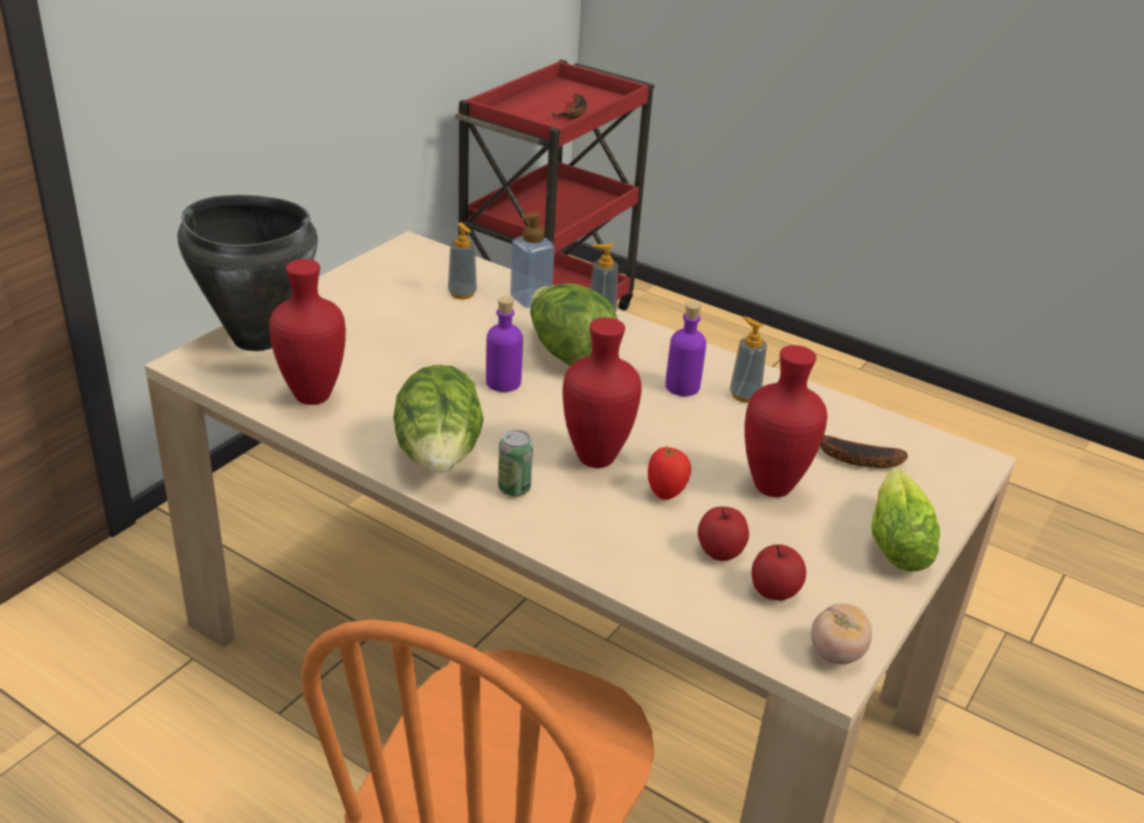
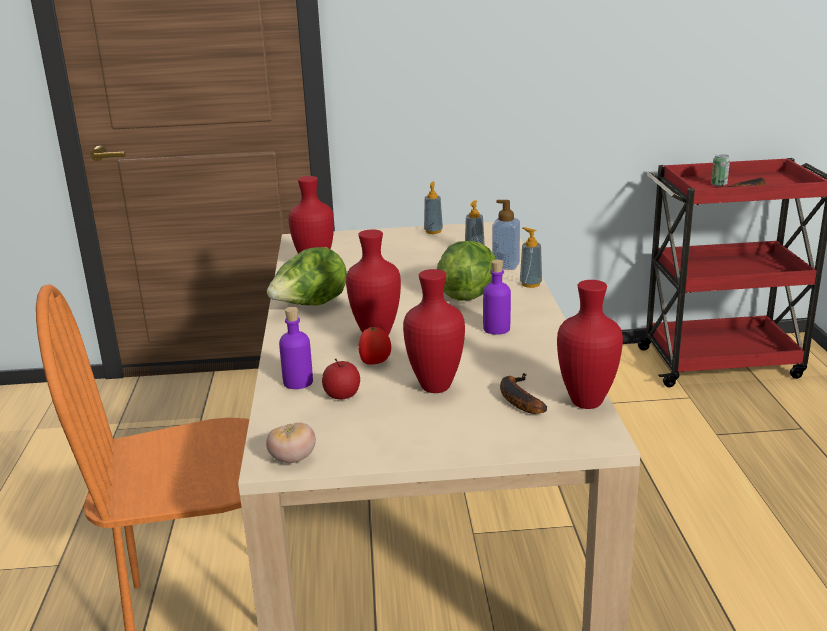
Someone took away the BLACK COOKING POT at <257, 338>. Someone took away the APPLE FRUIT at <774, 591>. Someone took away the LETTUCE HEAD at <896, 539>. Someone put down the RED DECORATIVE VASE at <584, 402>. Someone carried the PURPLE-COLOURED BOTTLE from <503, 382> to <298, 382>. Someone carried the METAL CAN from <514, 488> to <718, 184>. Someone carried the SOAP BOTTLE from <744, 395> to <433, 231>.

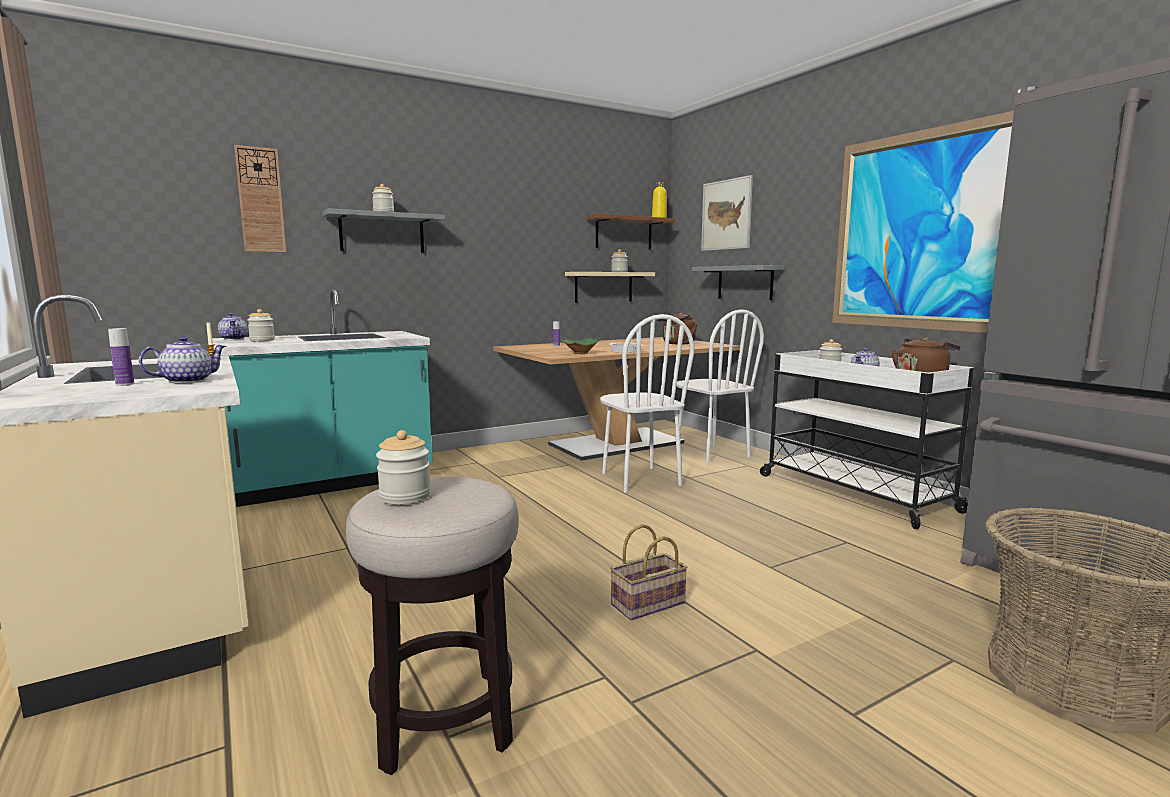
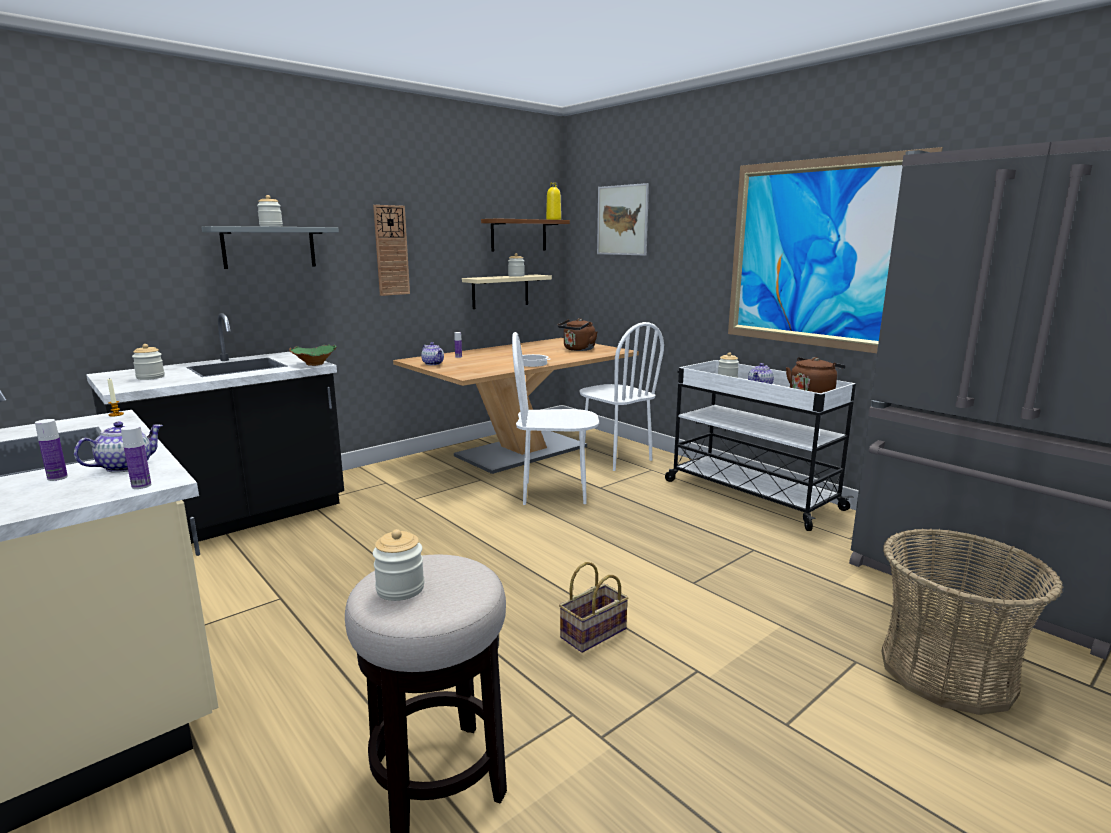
Someone took away the GREYISH SHELF at <745, 282>. Someone put down the BOTTLE at <141, 486>. Someone carried the TEA POT from <234, 338> to <433, 364>. Someone carried the WALL CLOCK from <260, 200> to <391, 250>. Someone carried the GREEN-COLOURED DEEP DISH from <580, 353> to <314, 364>. Someone repainted the TURQUOISE-COLOURED COUNTER at <332, 482>, which became the BLACK COUNTER at <237, 518>. Someone rotated the WHITE-COLOURED CHAIR at <640, 479> by 120 degrees clockwise.

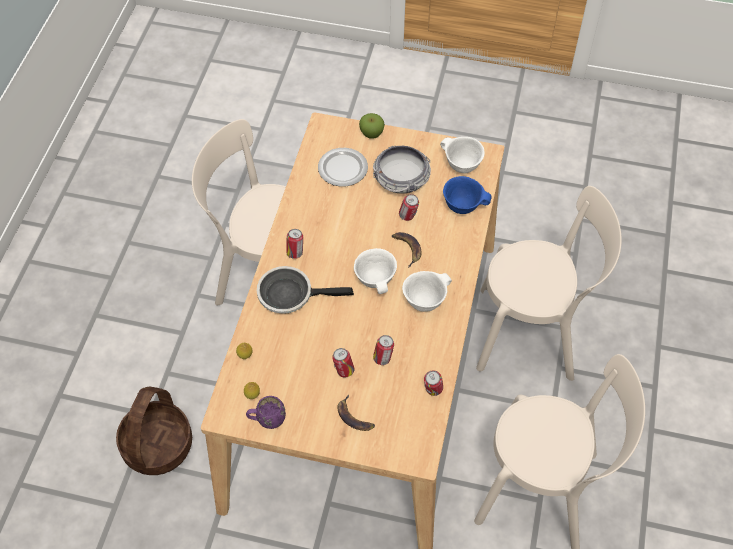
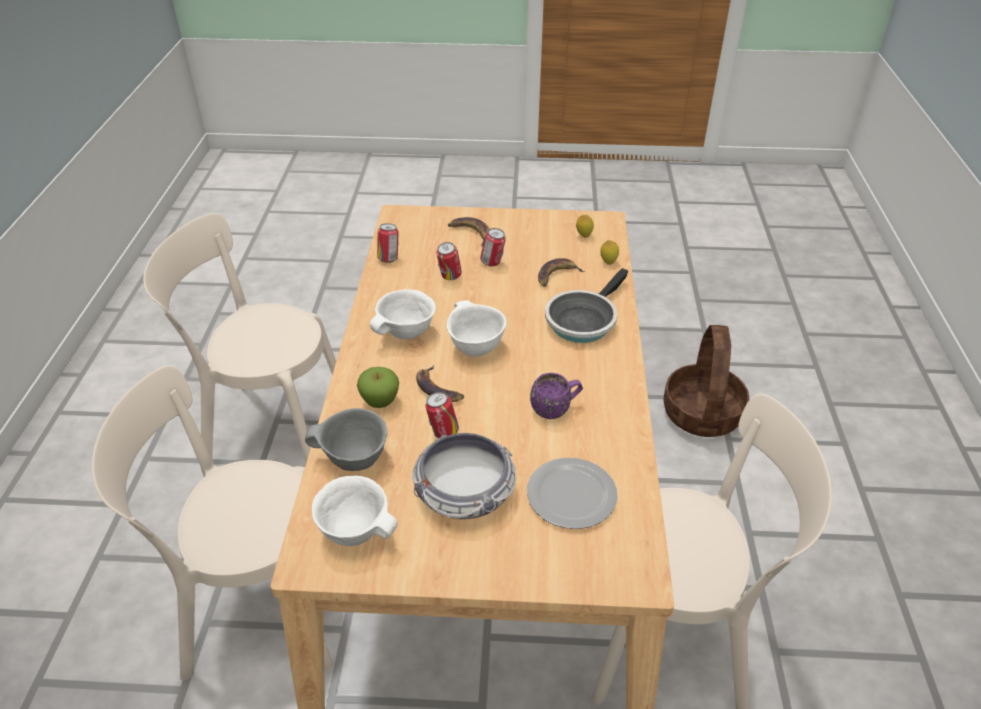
Someone took away the METAL CAN at <295, 253>. Someone put down the WHOLE BANANA at <556, 276>. Someone carried the PURPLE-COLOURED COFFEE MUG from <267, 420> to <555, 409>. Someone carried the APPLE FRUIT from <371, 134> to <380, 402>. Someone repainted the BLUISH DEEP DISH at <463, 206>, which became the GREYISH DEEP DISH at <354, 460>. Someone rotated the PAN at <290, 294> by 135 degrees clockwise.

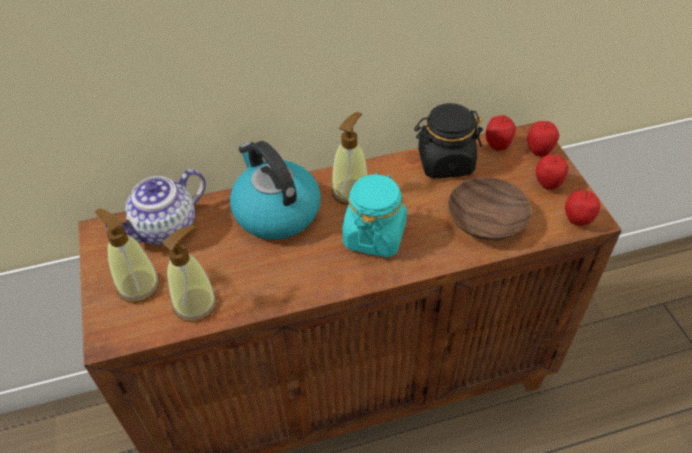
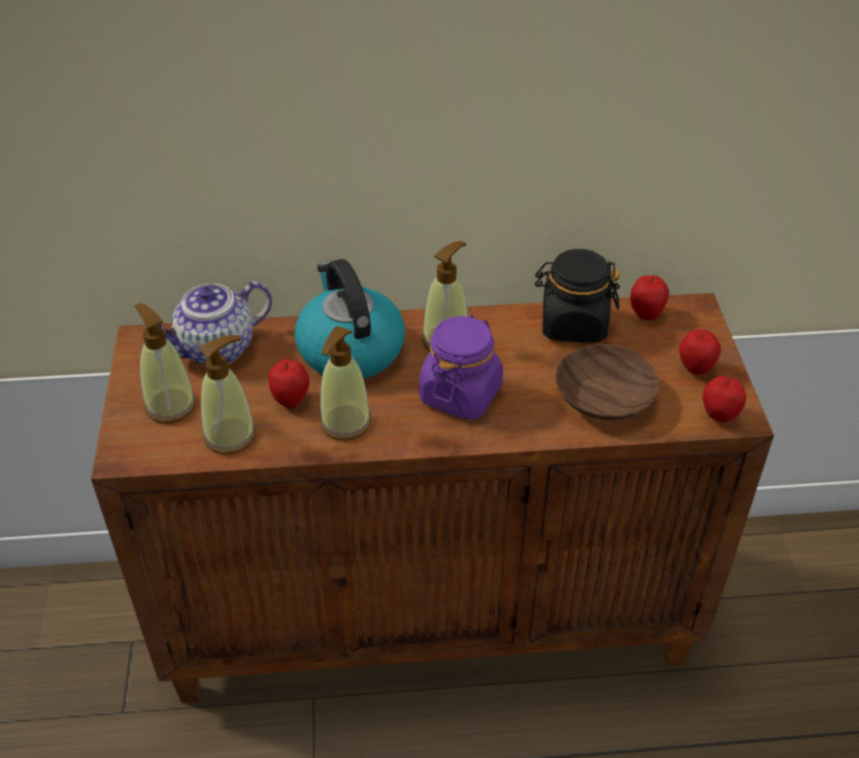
Someone put down the SOAP BOTTLE at <345, 423>. Someone carried the APPLE FRUIT from <539, 151> to <291, 400>. Someone repainted the TURQUOISE-COLOURED STORAGE JAR at <374, 235>, which became the PURPLE-COLOURED STORAGE JAR at <460, 394>.

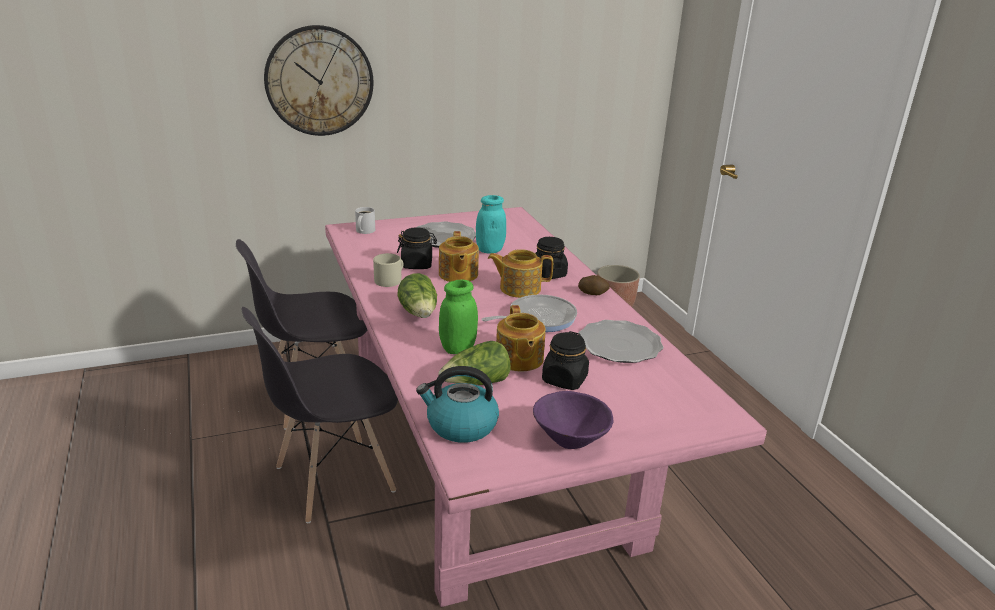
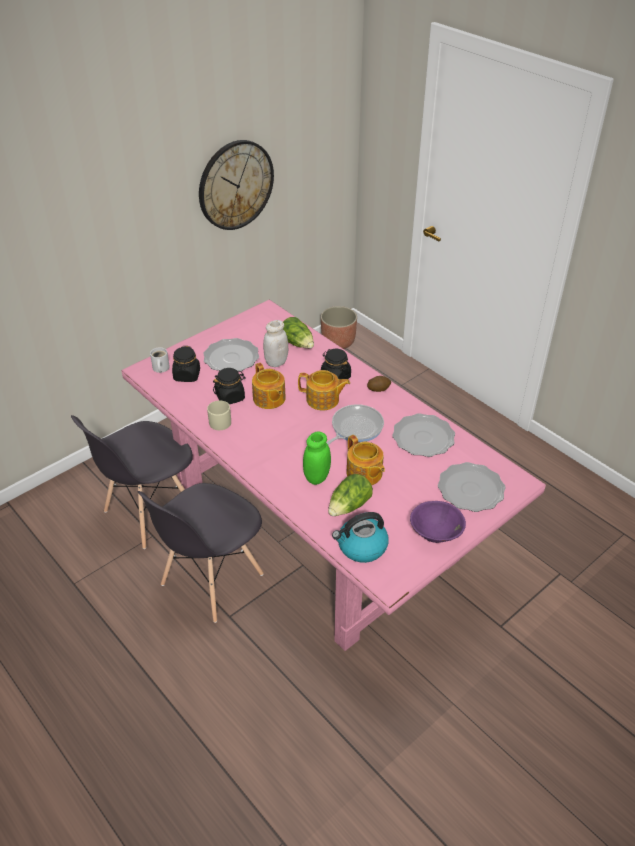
Someone put down the PLATE at <471, 489>. Someone carried the WALL CLOCK from <319, 81> to <235, 185>. Someone carried the LETTUCE HEAD from <419, 313> to <298, 343>. Someone carried the BLACK STORAGE JAR from <564, 380> to <187, 375>. Someone repainted the TURQUOISE-COLOURED STORAGE JAR at <490, 250>, which became the WHITE-COLOURED STORAGE JAR at <276, 362>. Someone rotated the TEA POT at <519, 288> by 150 degrees counterclockwise.

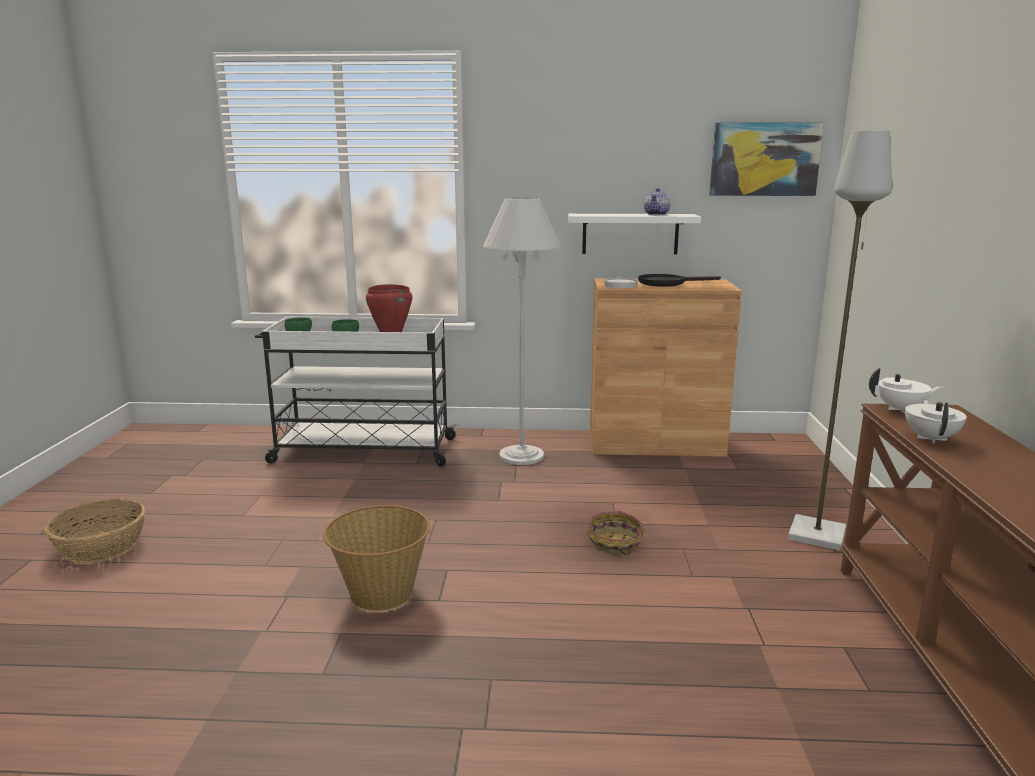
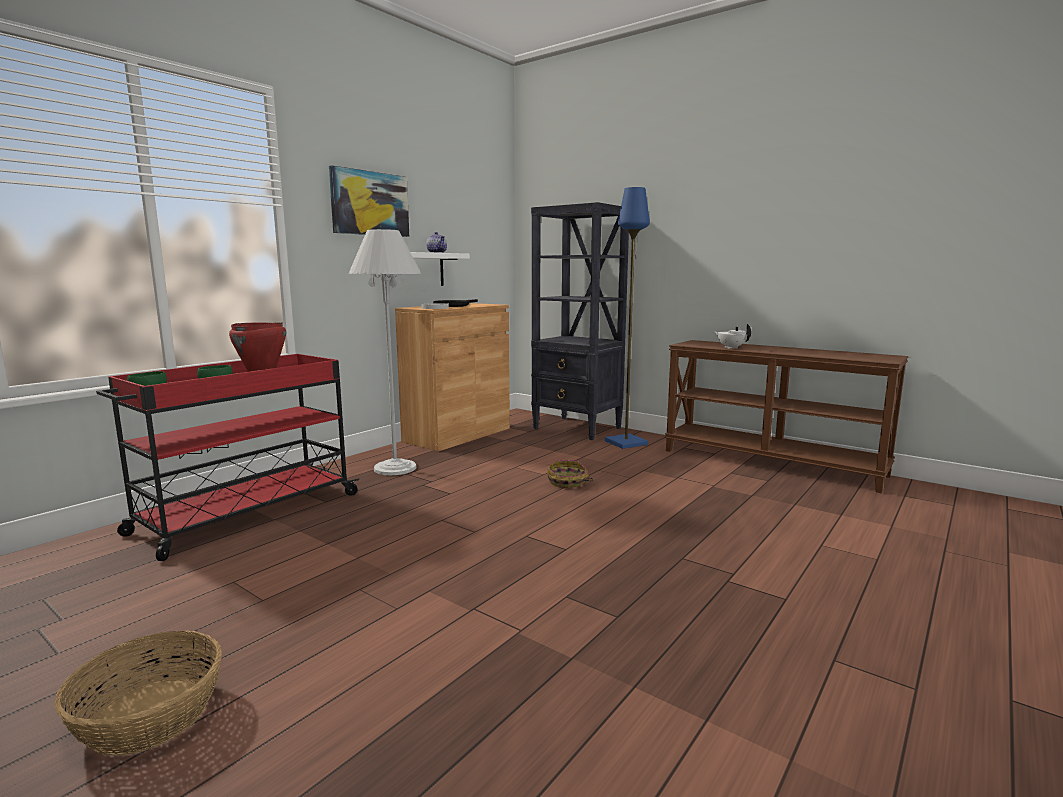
Someone took away the BASKET at <381, 593>. Someone took away the WHITE-COLOURED TEA POT at <901, 409>. Someone put down the BLACK SHELVING UNIT at <577, 428>. Someone carried the WALL ART from <764, 159> to <370, 203>. Someone repainted the WHITE-COLOURED WHEELED CART at <362, 450>, which became the RED WHEELED CART at <245, 514>. Someone repainted the GREYISH FLOOR LAMP at <818, 534>, which became the BLUISH FLOOR LAMP at <626, 442>.

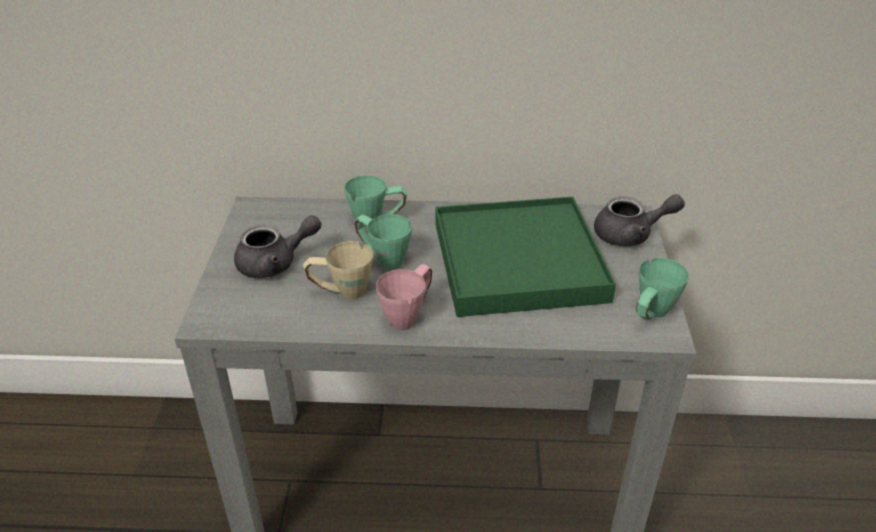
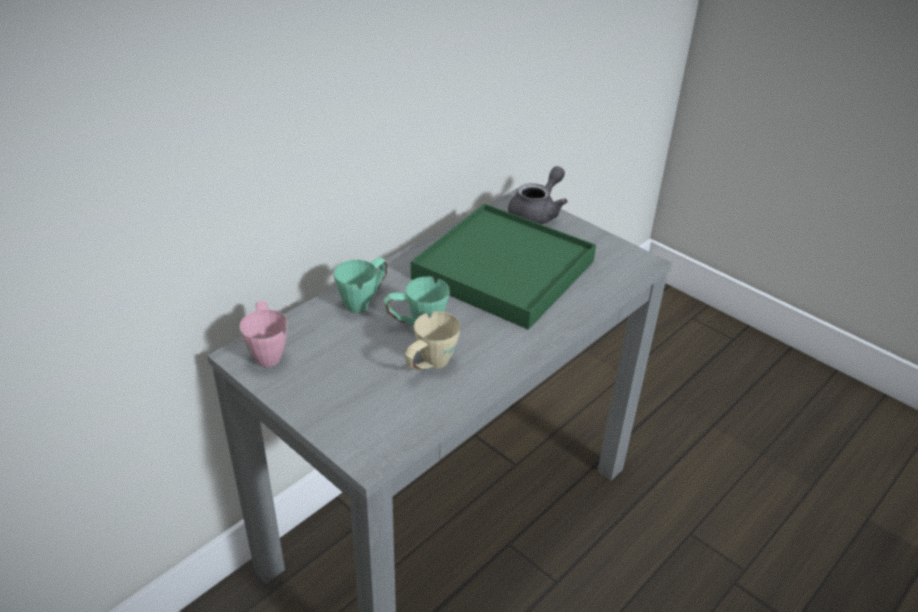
Someone took away the GREYISH TEA POT at <275, 263>. Someone took away the GREEN-COLOURED COFFEE MUG at <650, 315>. Someone carried the PINKISH COFFEE MUG from <409, 315> to <267, 352>.

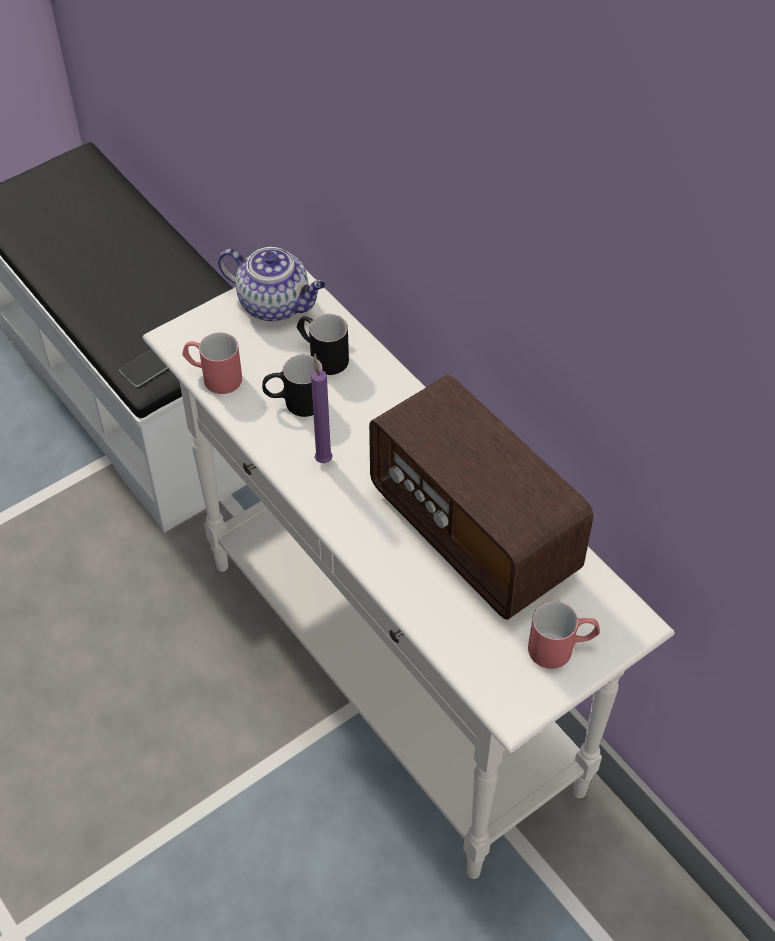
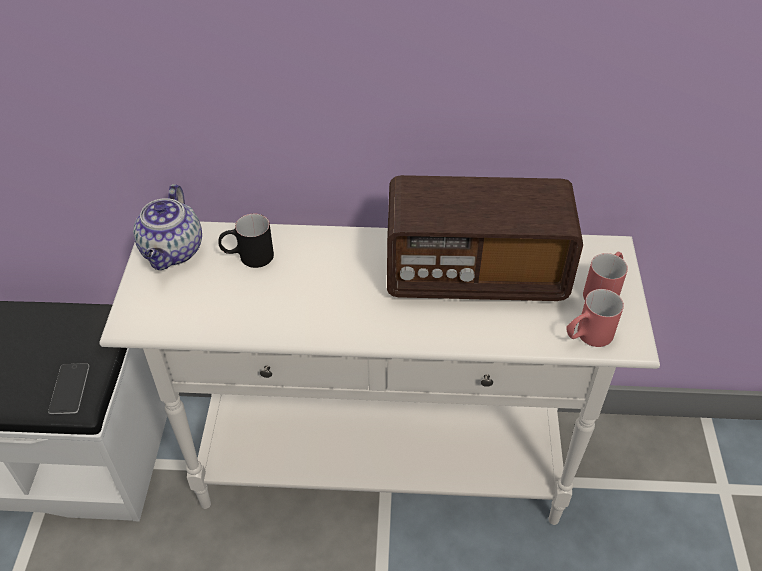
Someone took away the BLACK COFFEE MUG at <294, 402>. Someone took away the PURPLE-COLOURED WAX CANDLE at <323, 458>. Someone carried the RED COFFEE MUG from <213, 377> to <587, 336>. Someone rotated the TEA POT at <276, 304> by 120 degrees clockwise.

